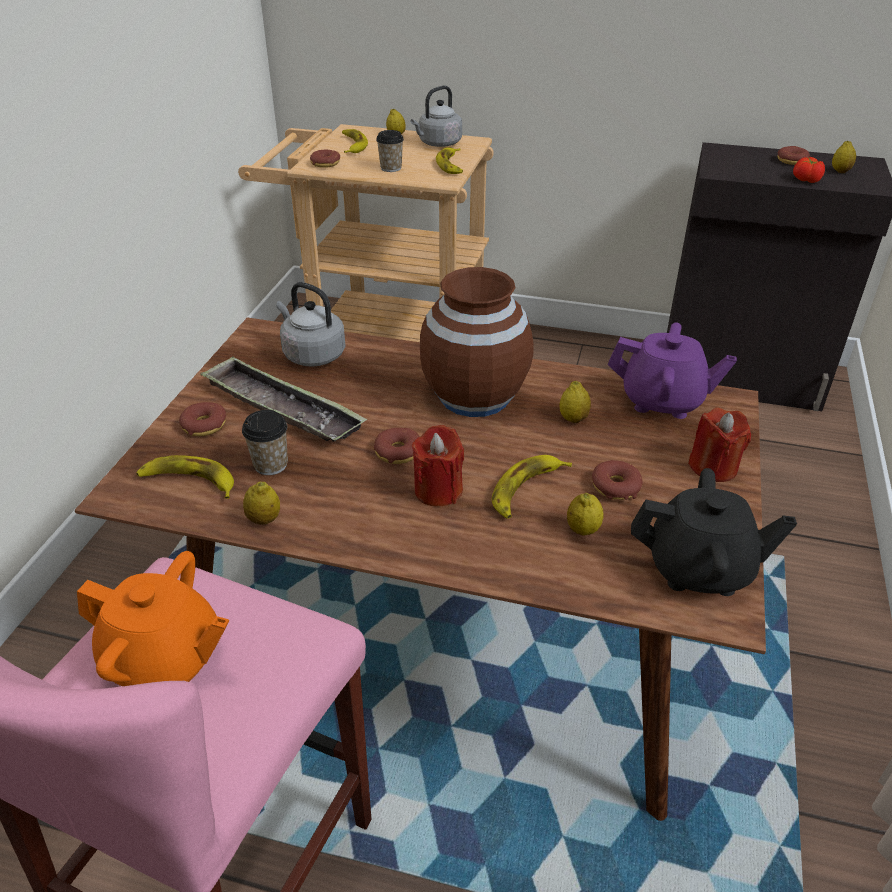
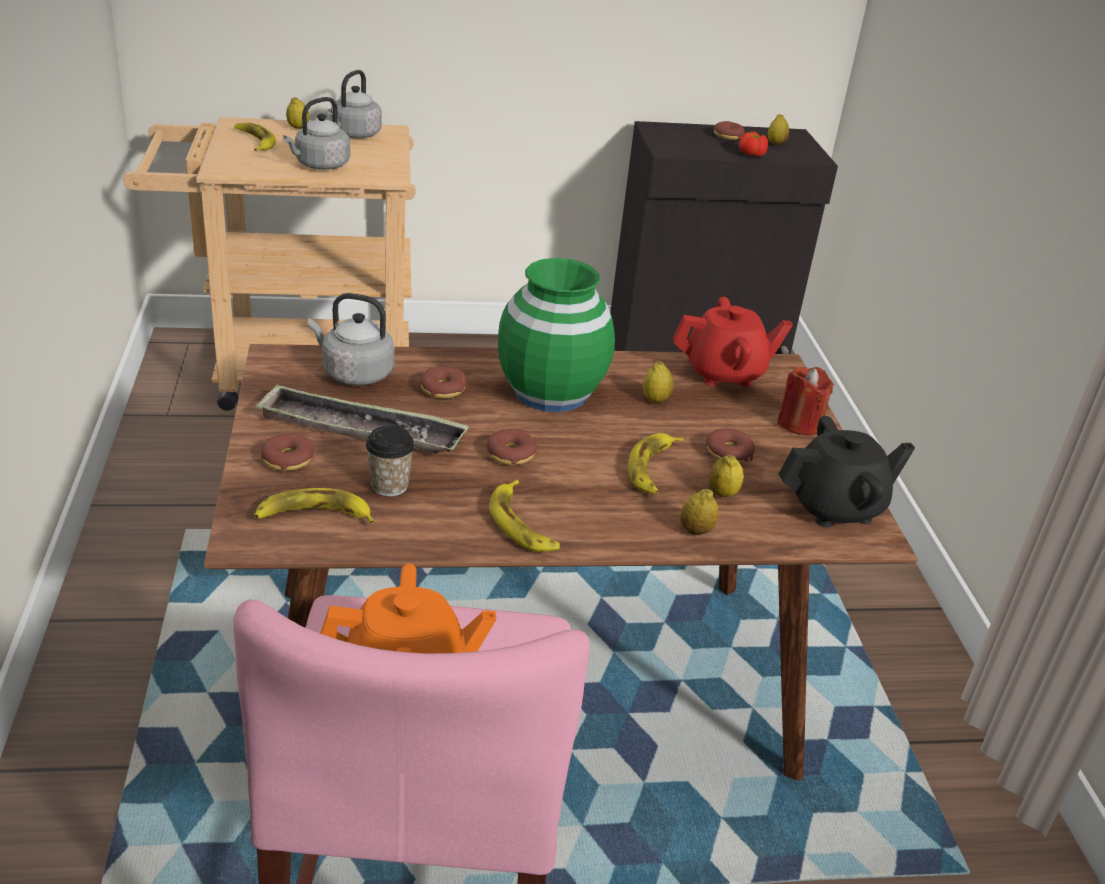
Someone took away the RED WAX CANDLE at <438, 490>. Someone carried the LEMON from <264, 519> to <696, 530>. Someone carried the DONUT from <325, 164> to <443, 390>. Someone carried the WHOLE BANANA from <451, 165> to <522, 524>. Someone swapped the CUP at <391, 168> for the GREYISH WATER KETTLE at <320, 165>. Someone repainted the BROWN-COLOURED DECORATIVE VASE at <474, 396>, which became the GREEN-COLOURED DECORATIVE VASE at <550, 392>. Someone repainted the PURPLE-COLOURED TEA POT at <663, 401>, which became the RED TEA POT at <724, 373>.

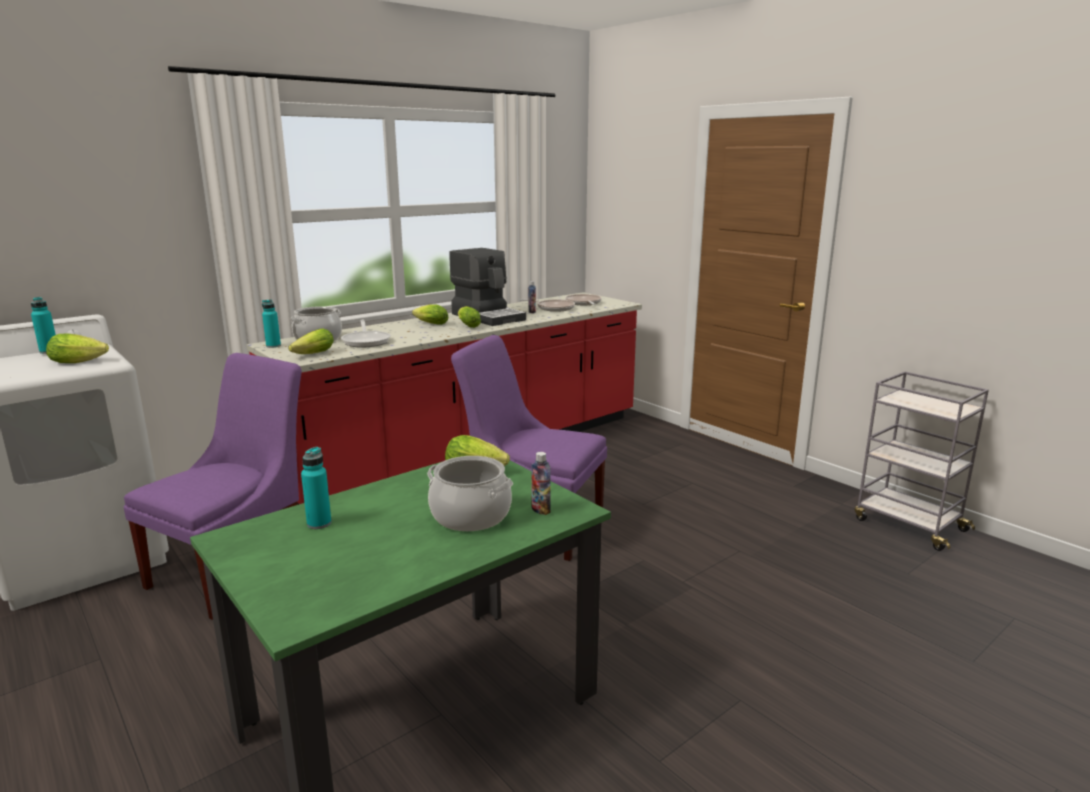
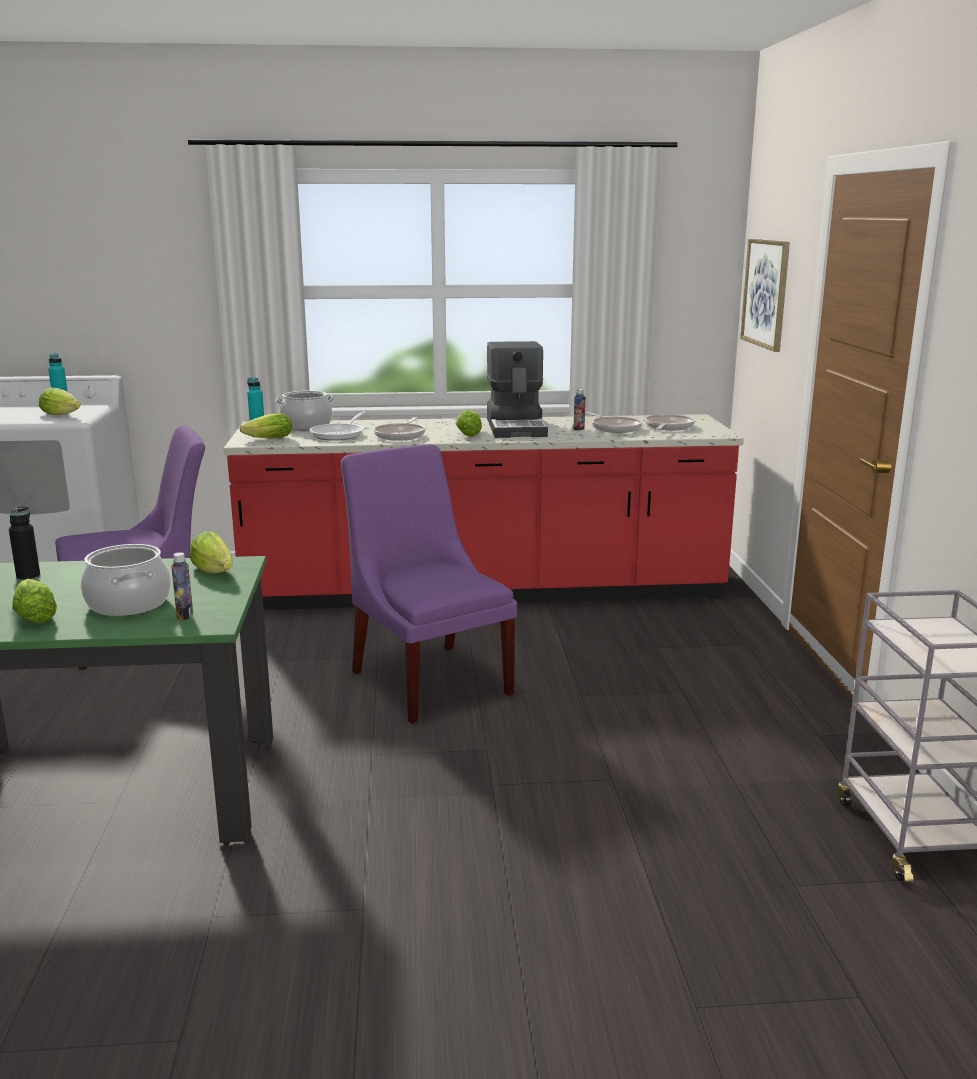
Someone put down the PAN at <401, 435>. Someone put up the WALL ART at <766, 293>. Someone carried the LETTUCE HEAD from <429, 324> to <36, 615>. Someone repainted the TURQUOISE-COLOURED BOTTLE at <319, 523>, which became the BLACK BOTTLE at <28, 578>.

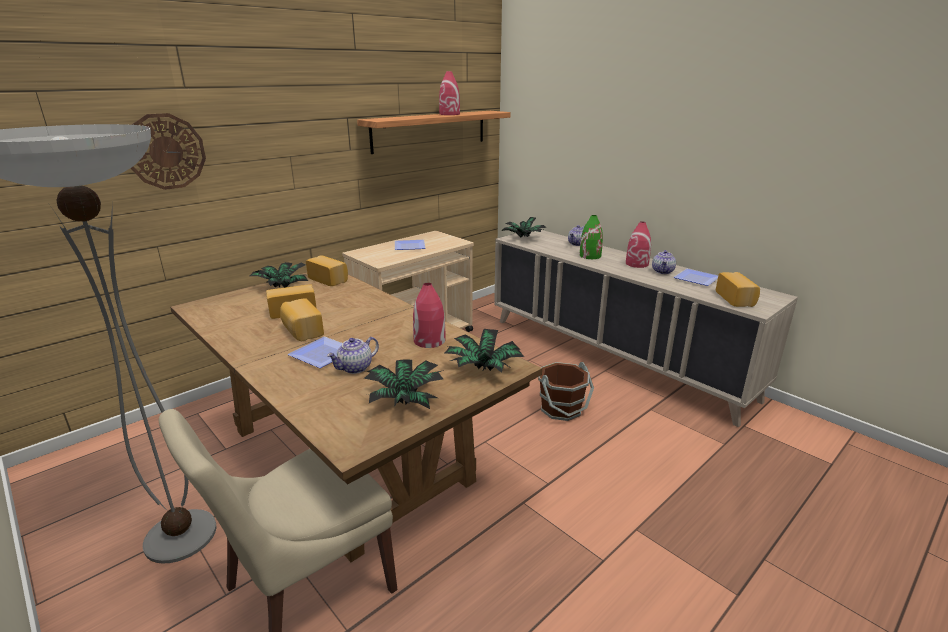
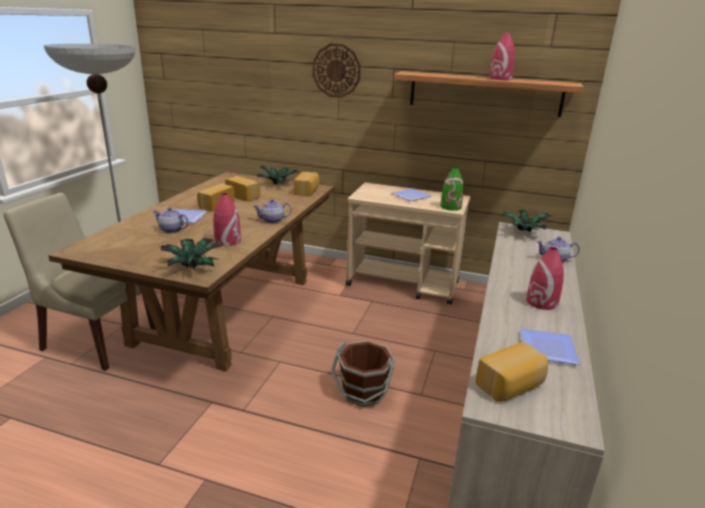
Someone took away the PLANT IN A POT at <405, 400>. Someone carried the WALL CLOCK from <165, 151> to <336, 70>. Someone carried the GREEN-COLOURED DECORATIVE VASE from <590, 256> to <451, 207>. Someone carried the TEA POT from <663, 271> to <272, 220>.

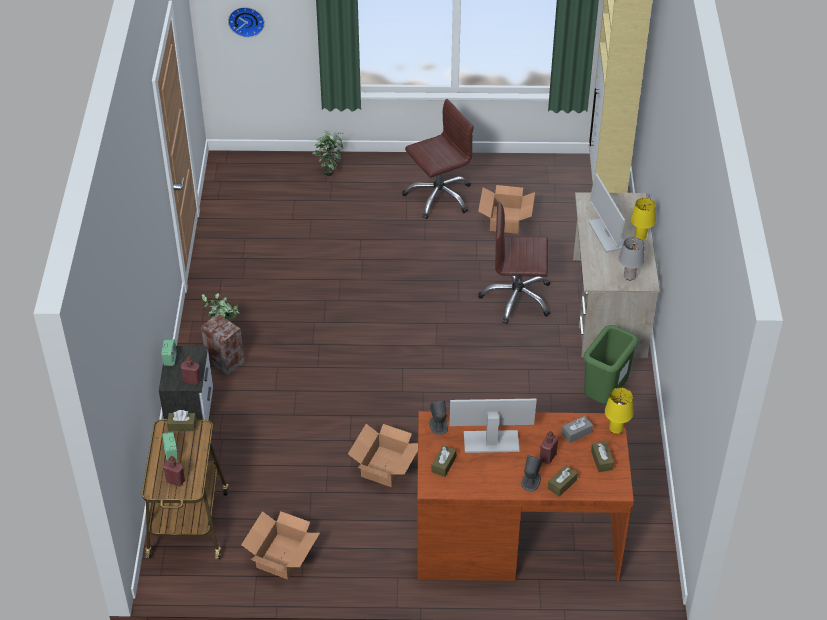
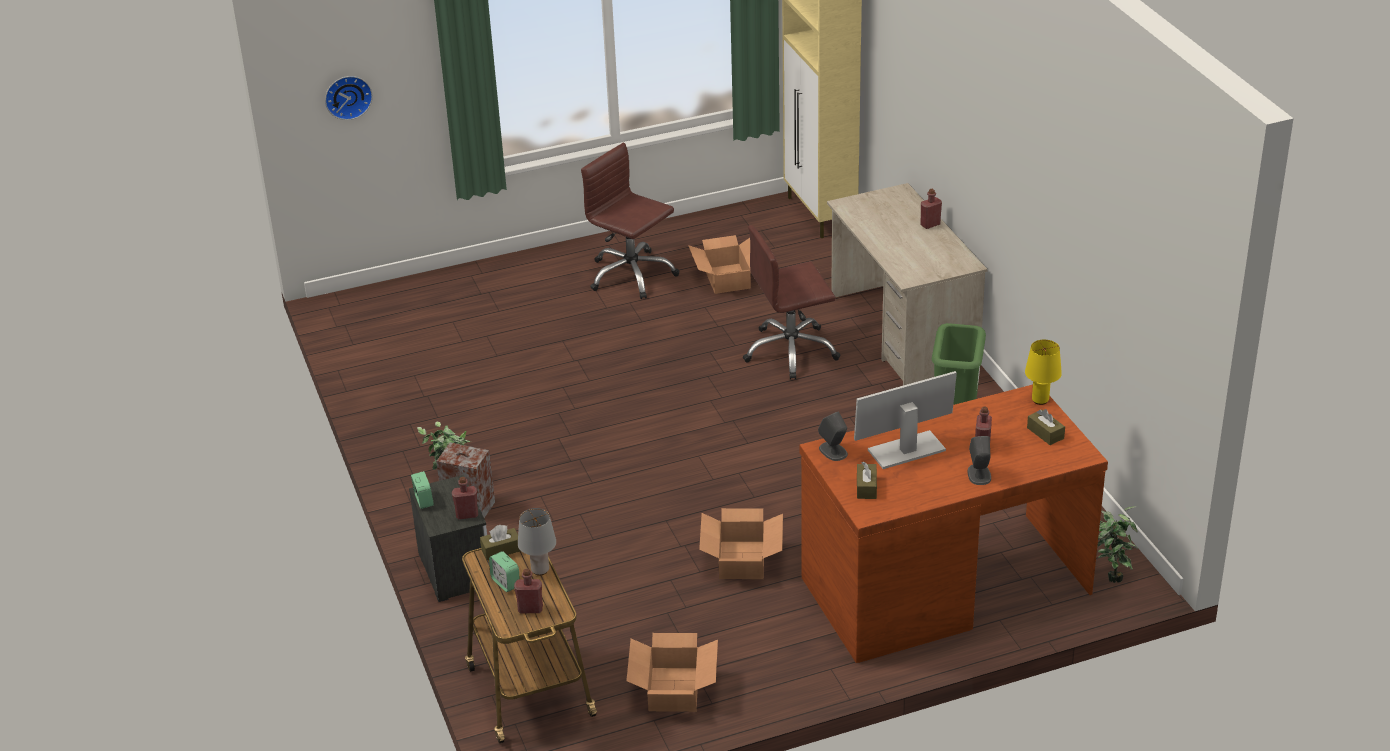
Someone took away the BROWN-COLOURED TISSUE HOLDER at <562, 484>. Someone took away the GREYISH TISSUE HOLDER at <576, 433>. Someone took away the COMPUTER SCREEN at <607, 234>. Someone carried the PLANT IN A POT from <329, 171> to <1111, 574>. Someone carried the GREYISH TABLE LAMP from <629, 277> to <540, 570>. Someone swapped the YELLOW-COLOURED TABLE LAMP at <640, 237> for the RED BOTTLE at <930, 224>. Someone rotated the BROWN-COLOURED COMPUTER CHAIR at <438, 196> by 90 degrees counterclockwise.

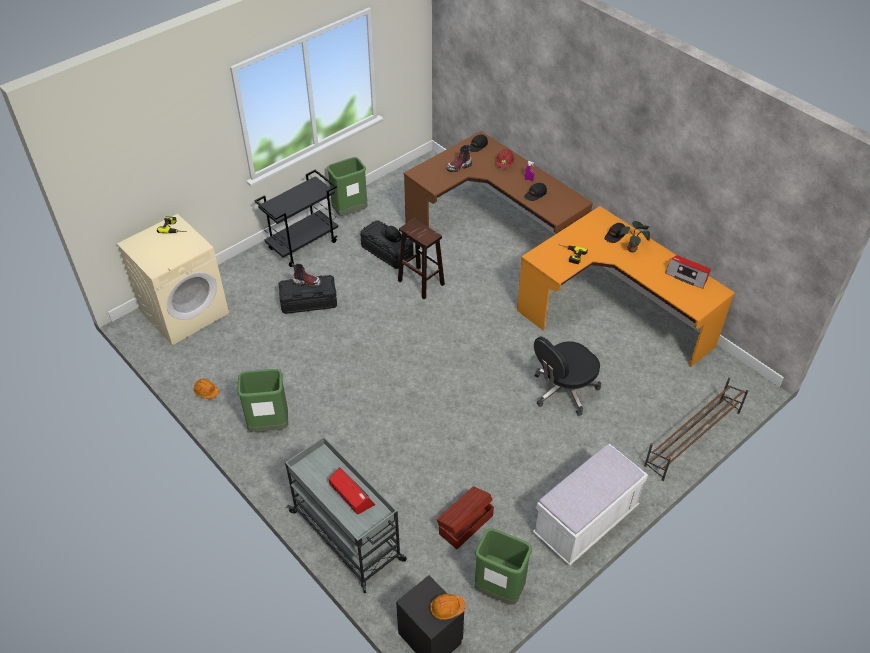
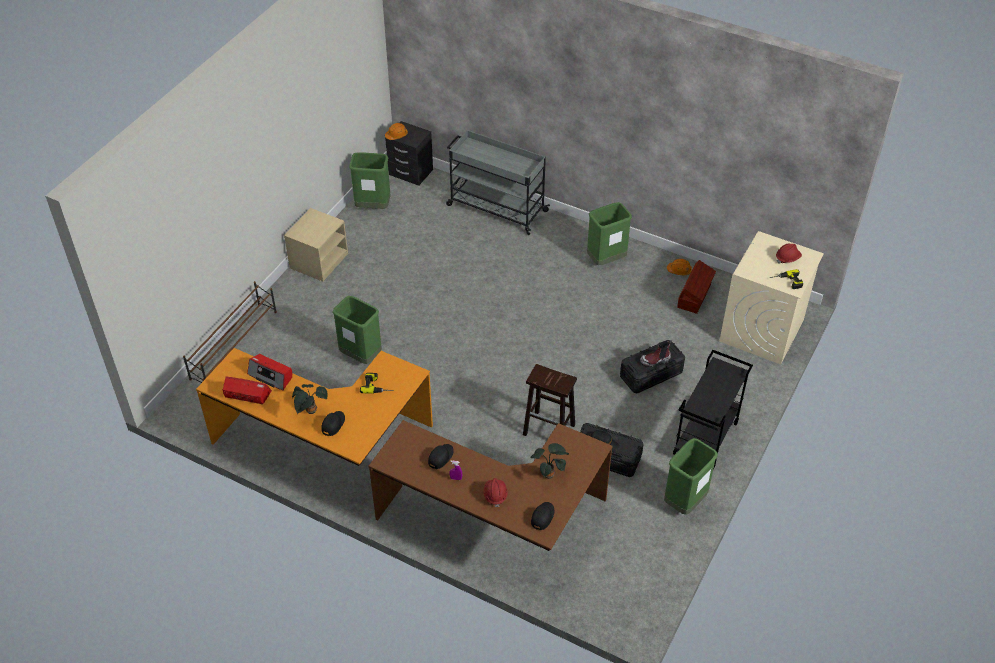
Someone put down the RED SAFETY HELMET at <787, 258>. Someone carried the RADIO from <351, 495> to <271, 376>. Someone carried the BROWN-COLOURED STORAGE CONTAINER from <465, 524> to <695, 296>. Someone swapped the HIGH-TOP BOOT at <459, 166> for the PLANT IN A POT at <549, 474>. Someone swapped the WHITE-COLOURED LONG SEAT at <585, 522> for the BEIGE-COLOURED BEDSIDE TABLE at <319, 261>. Someone swapped the BLACK COMPUTER CHAIR at <563, 390> for the GREEN-COLOURED TRASH CAN at <361, 356>.

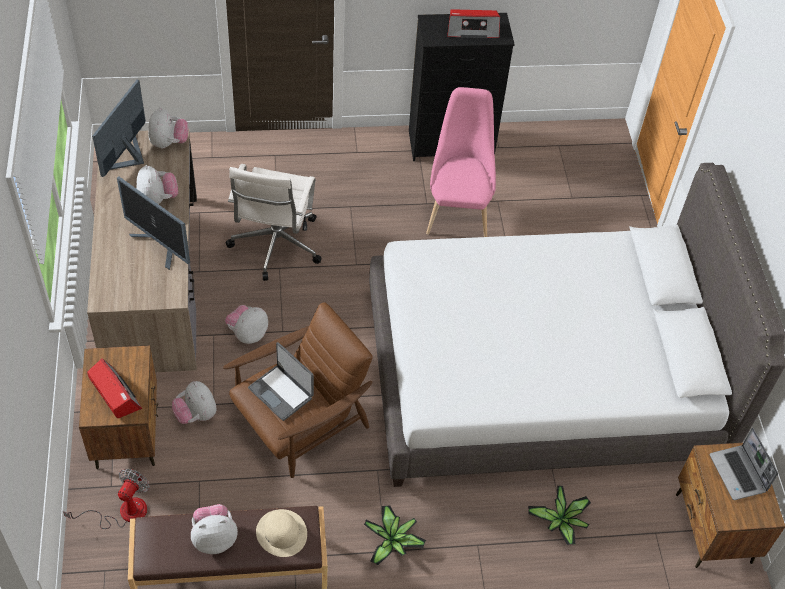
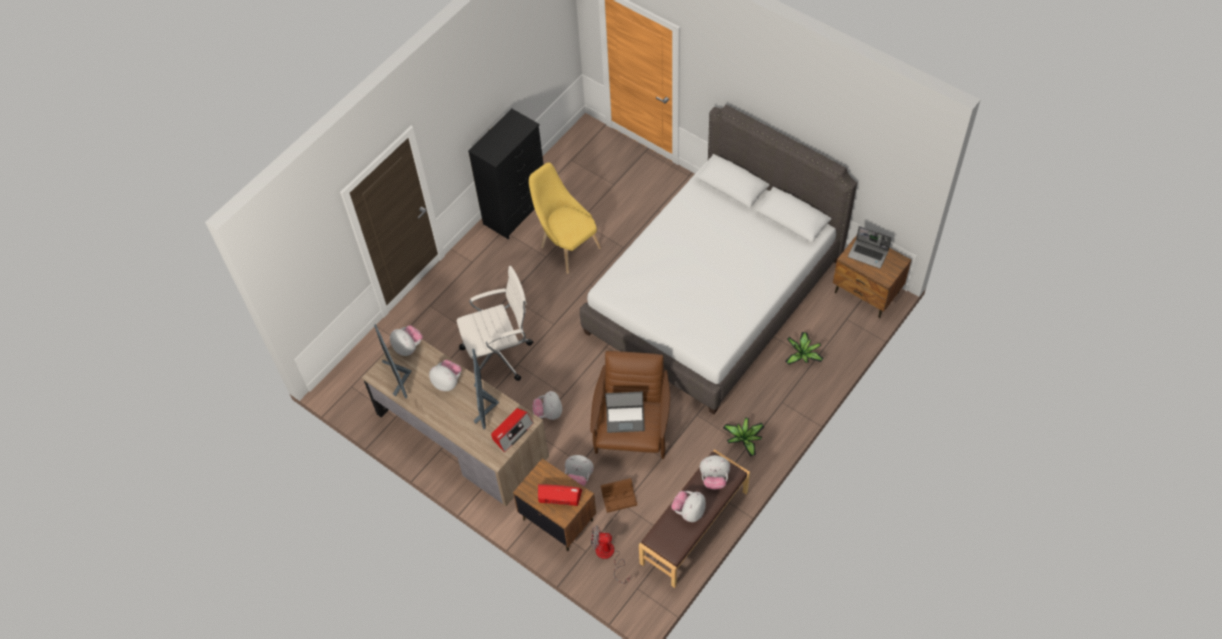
Someone put down the BROWN-COLOURED STORAGE CONTAINER at <620, 497>. Someone carried the RADIO from <472, 29> to <512, 432>. Someone swapped the BEIGE-COLOURED CLOTHING HAT at <281, 533> for the PLUSH TOY at <714, 478>. Someone repainted the PINKISH CHAIR at <458, 211>, which became the YELLOW-COLOURED CHAIR at <567, 246>. Someone rotated the FAN at <123, 512> by 60 degrees counterclockwise. Someone rotated the COMPUTER SCREEN at <160, 246> by 90 degrees clockwise. Someone rotated the WHITE-COLOURED COMPUTER CHAIR at <275, 246> by 75 degrees counterclockwise.

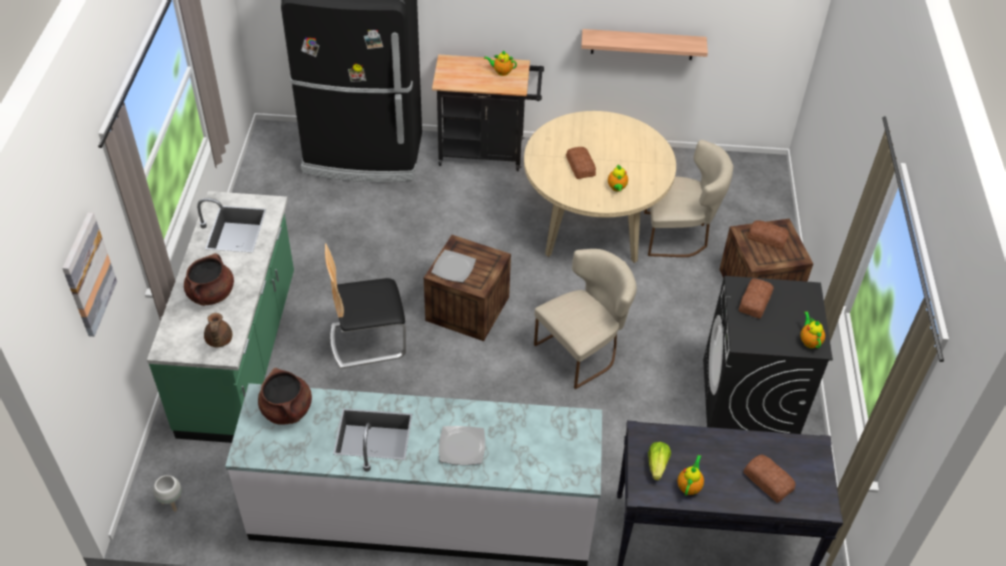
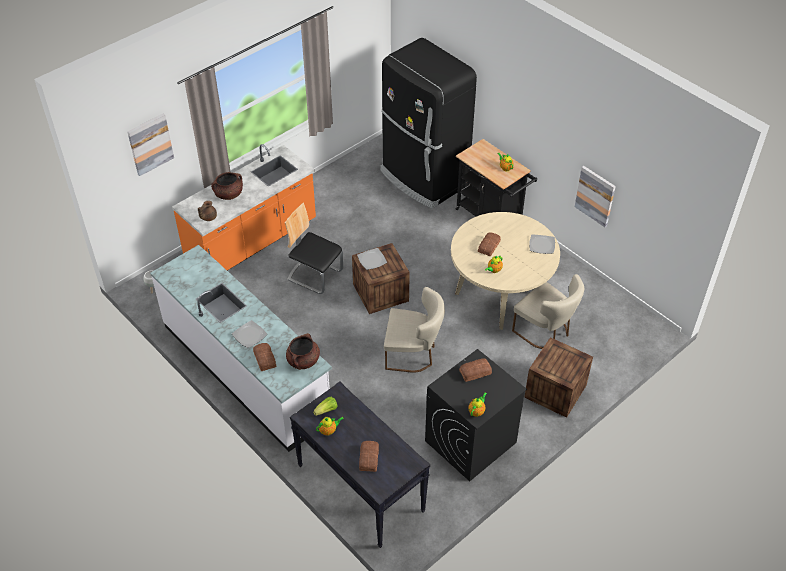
Someone put down the PLATE at <541, 245>. Someone carried the BROWN-COLOURED COOKING POT from <287, 410> to <303, 361>. Someone carried the BAKERY BREAD from <767, 237> to <265, 358>. Someone swapped the SHELF at <642, 44> for the WALL ART at <595, 196>. Someone repainted the GREEN-COLOURED COUNTER at <241, 354>, which became the ORANGE COUNTER at <252, 242>.

